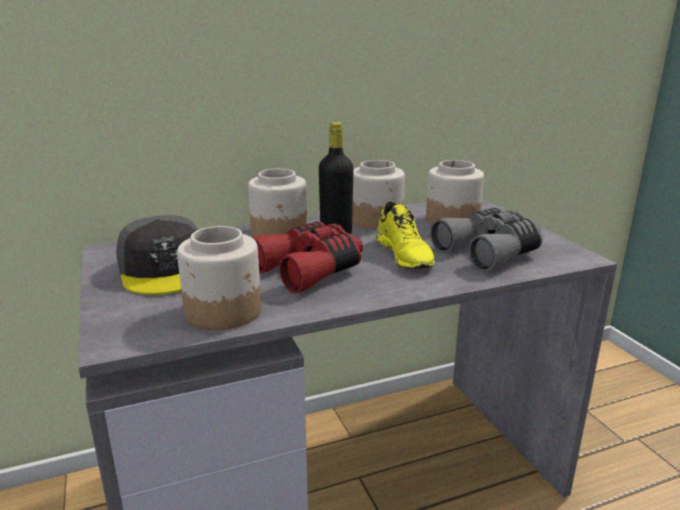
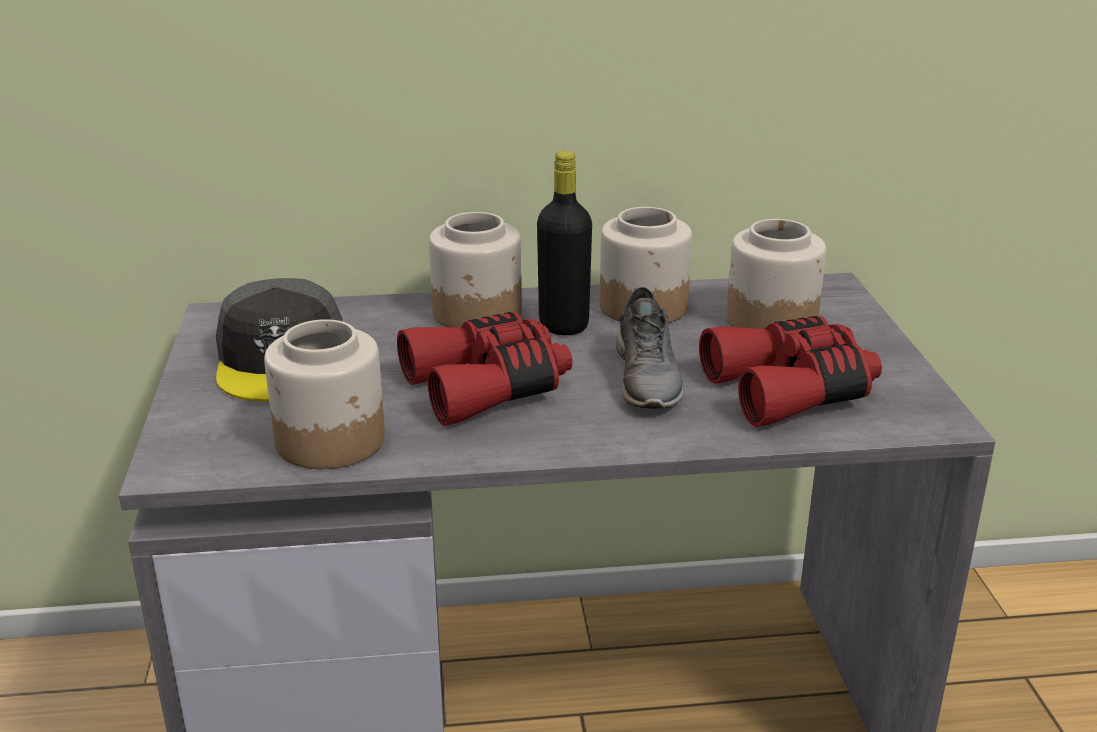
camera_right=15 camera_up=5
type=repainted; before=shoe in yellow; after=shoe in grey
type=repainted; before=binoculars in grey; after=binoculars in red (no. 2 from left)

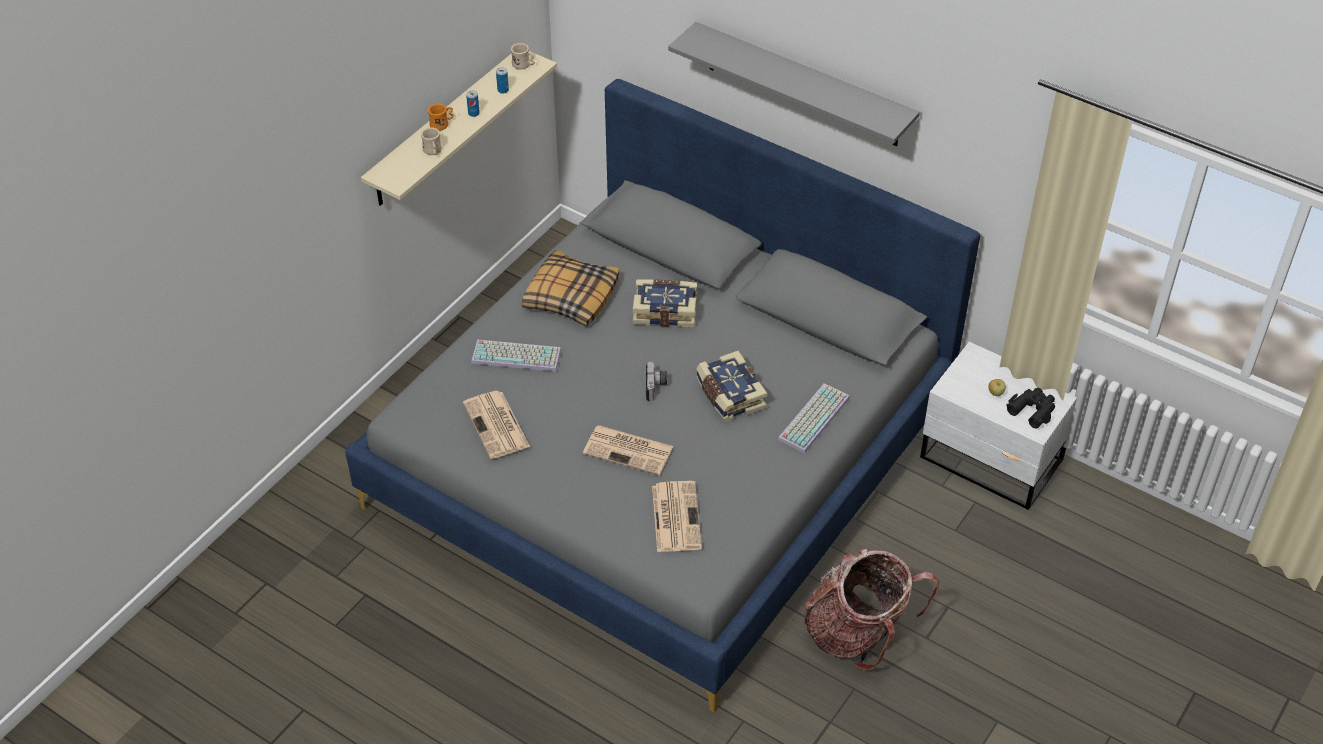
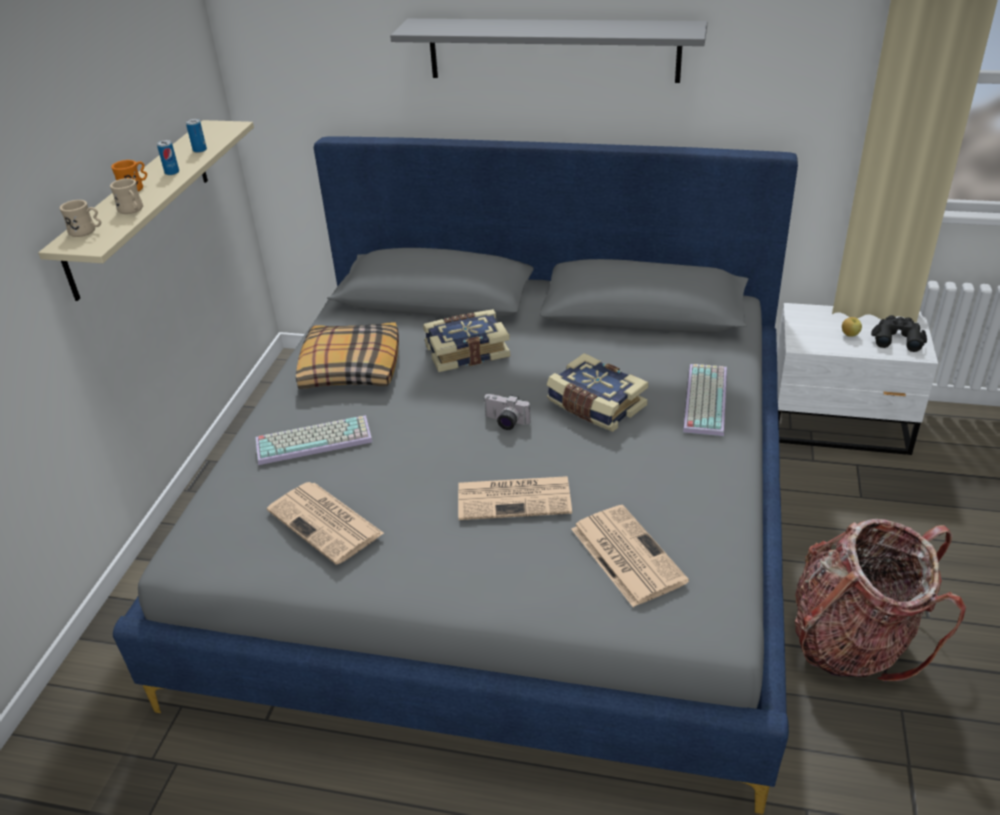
camera_right=-20 camera_up=-10
type=shifted; before=mug in beige (no. 2 from left in the first image); after=mug in beige (no. 1 from left)
type=rotated; before=photo camera; turn=135

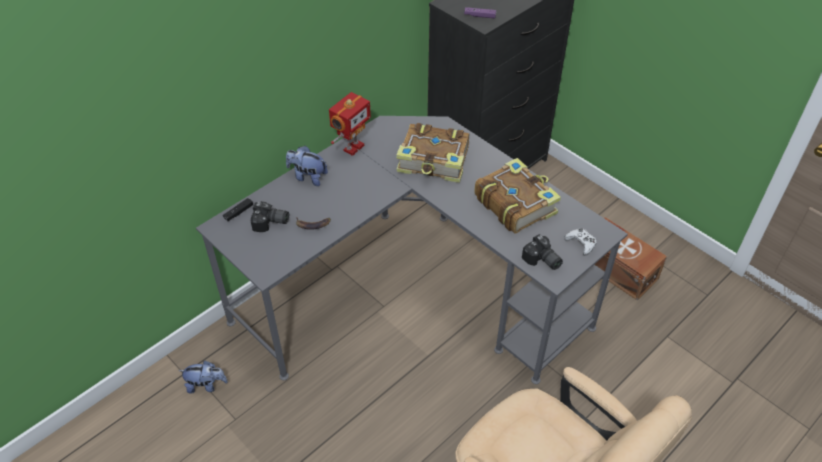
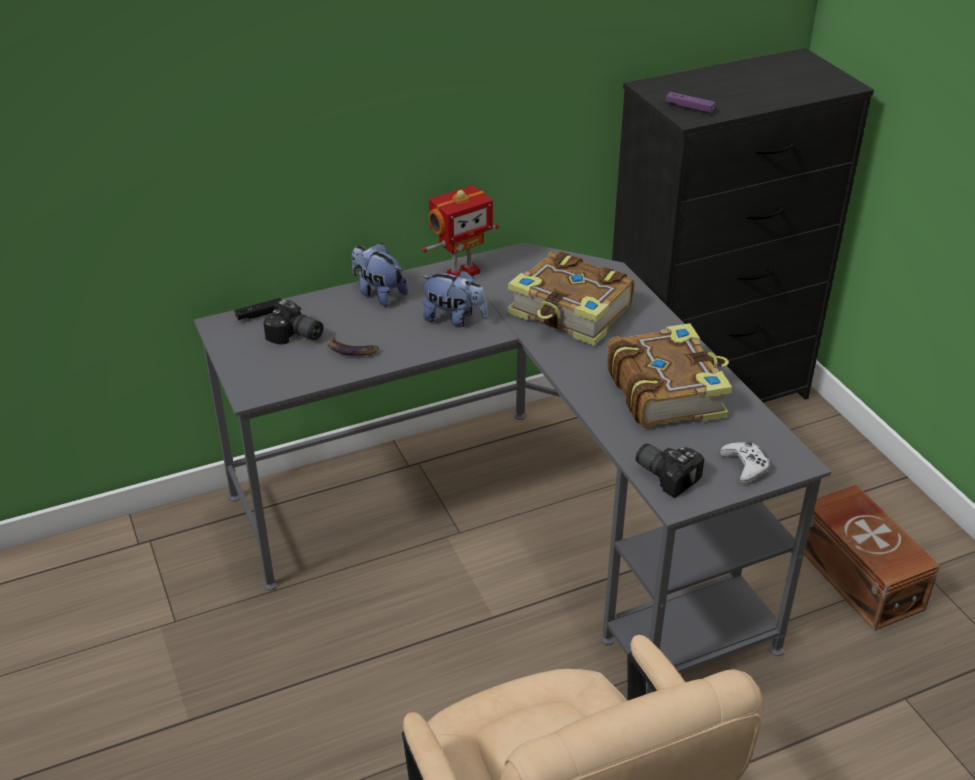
camera_right=20 camera_up=-10
type=shifted; before=plush toy (no. 1 from left in the first image); after=plush toy (no. 2 from left)
type=rotated; before=photo camera (no. 2 from left); turn=150

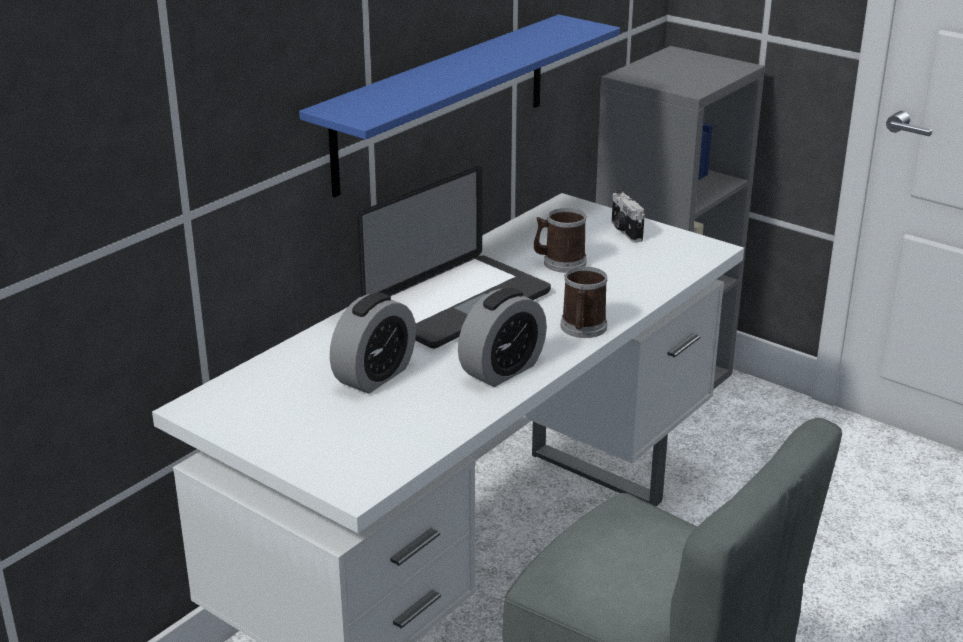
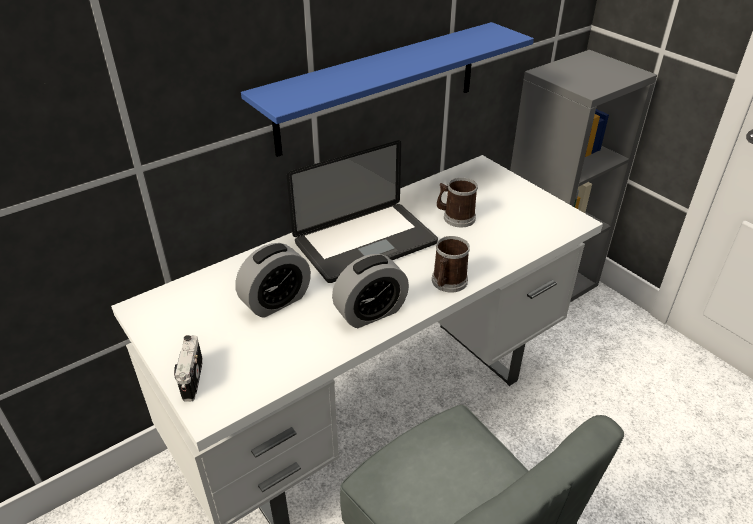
camera_right=15 camera_up=10
type=shifted; before=photo camera

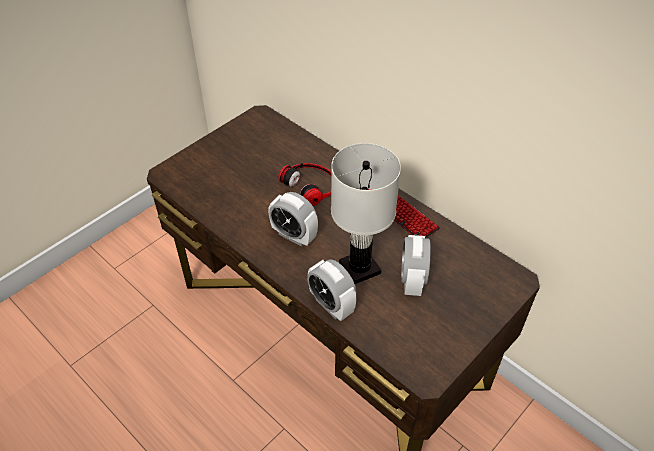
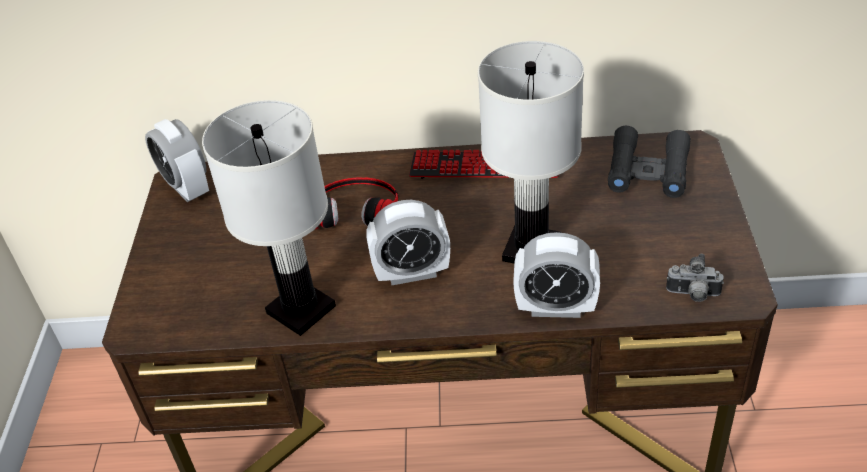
camera_right=-40 camera_up=-5
type=shifted; before=alarm clock (no. 3 from left in the first image); after=alarm clock (no. 1 from left)
type=new; after=table lamp in white (no. 1 from left)
type=new; after=binoculars in black
type=new; after=photo camera

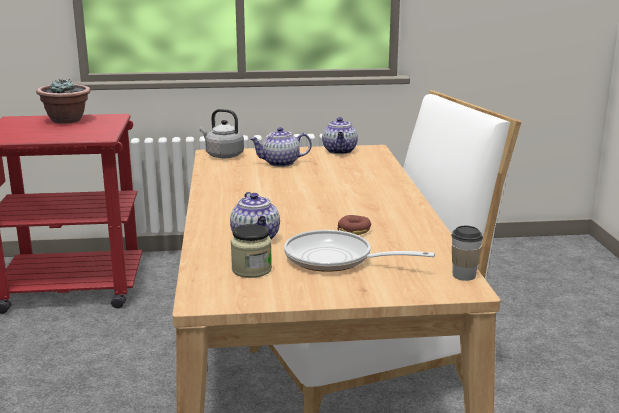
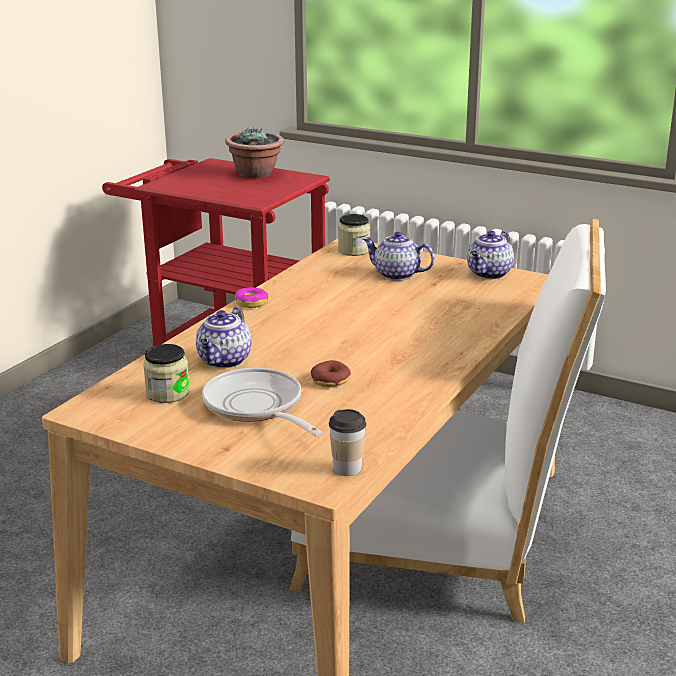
camera_right=35 camera_up=5
type=swapped; before=kettle in grey; after=jar (no. 2 from left)
type=new; after=donut (no. 1 from left)

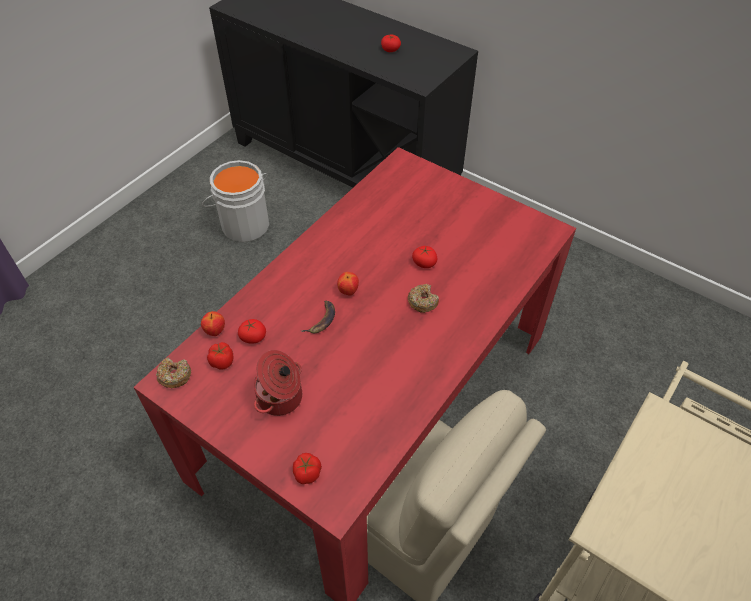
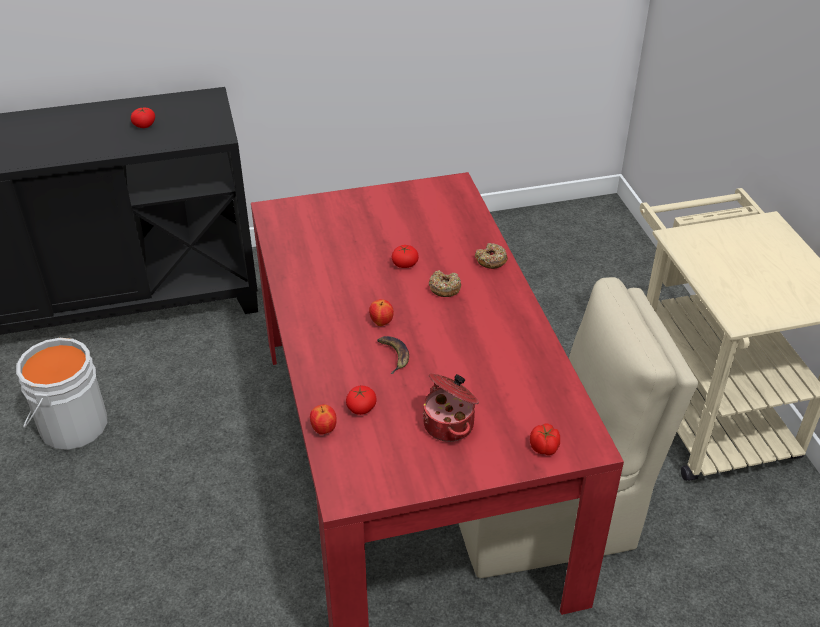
camera_right=-50 camera_up=-10
type=shifted; before=donut (no. 1 from left in the first image); after=donut (no. 2 from left)
type=gone; before=tomato (no. 1 from left)

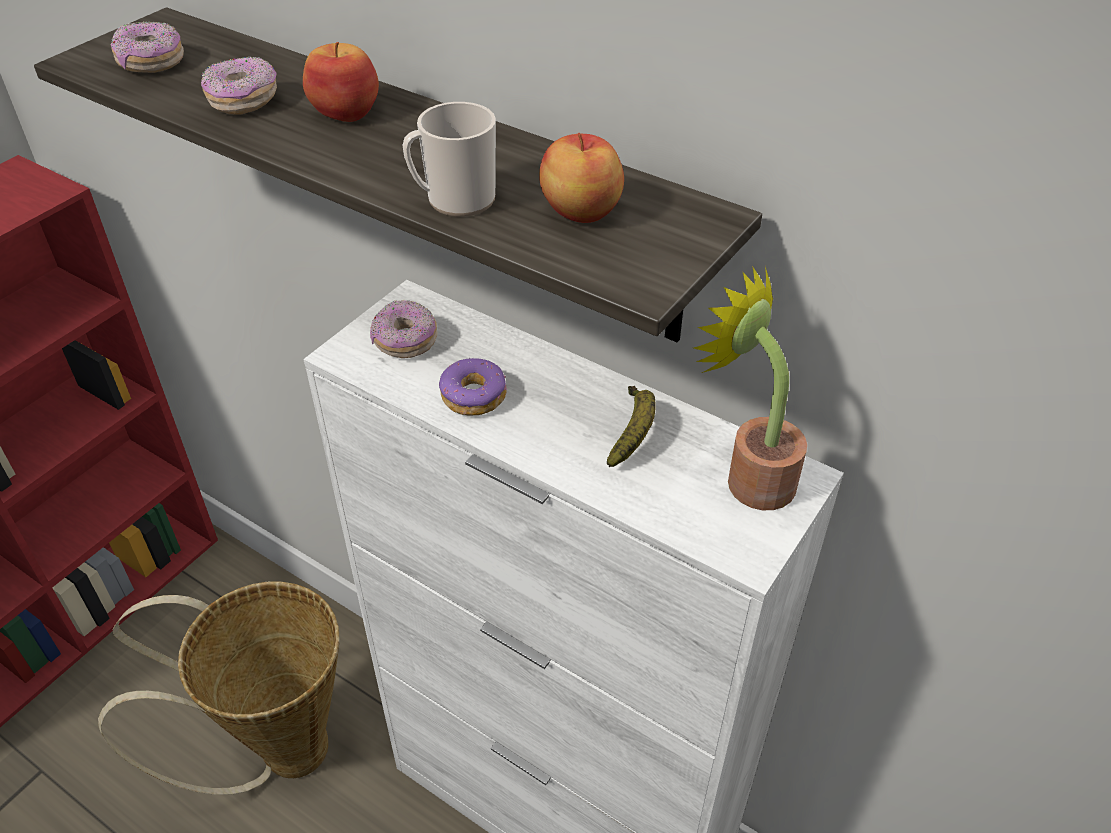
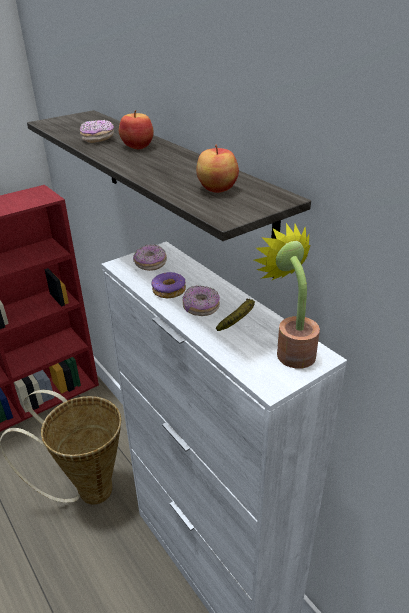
camera_right=20 camera_up=-10
type=shifted; before=donut (no. 1 from left in the first image); after=donut (no. 4 from left)
type=gone; before=mug

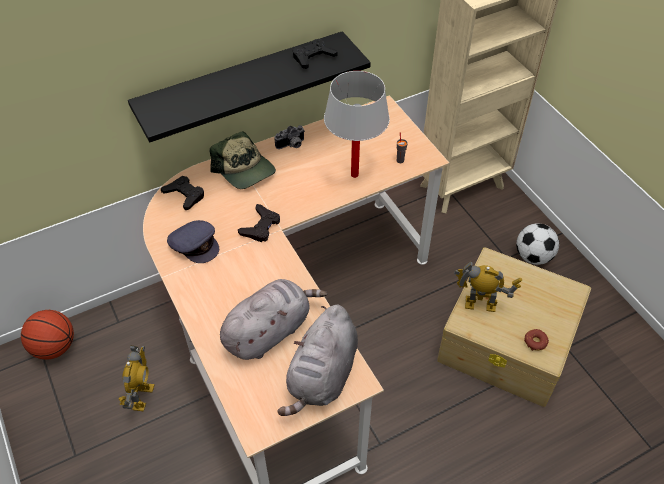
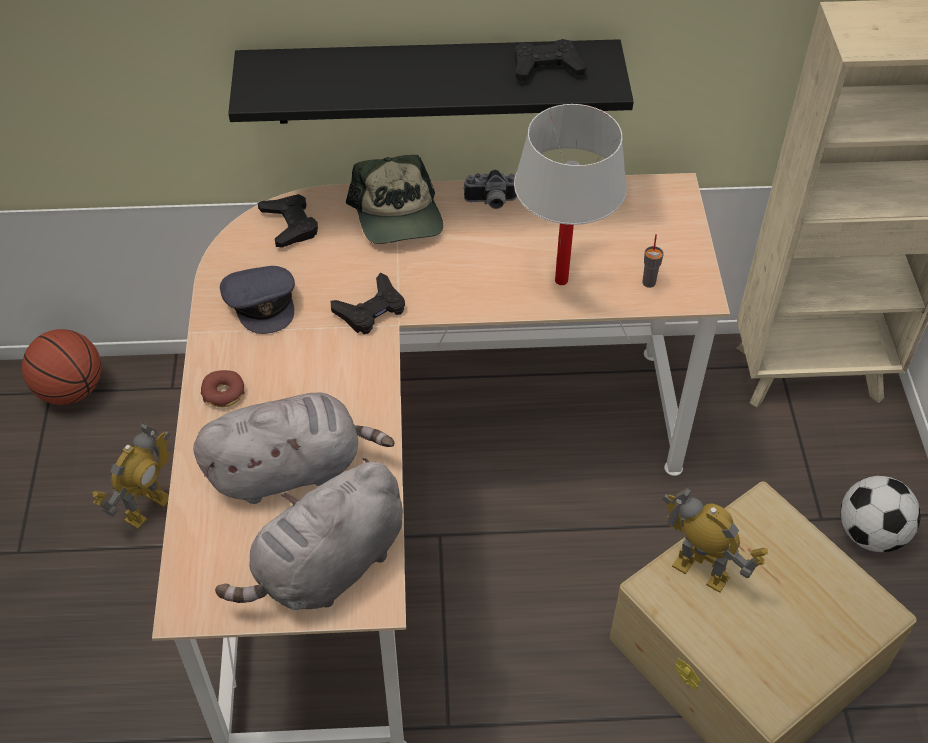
camera_right=25 camera_up=0
type=shifted; before=donut

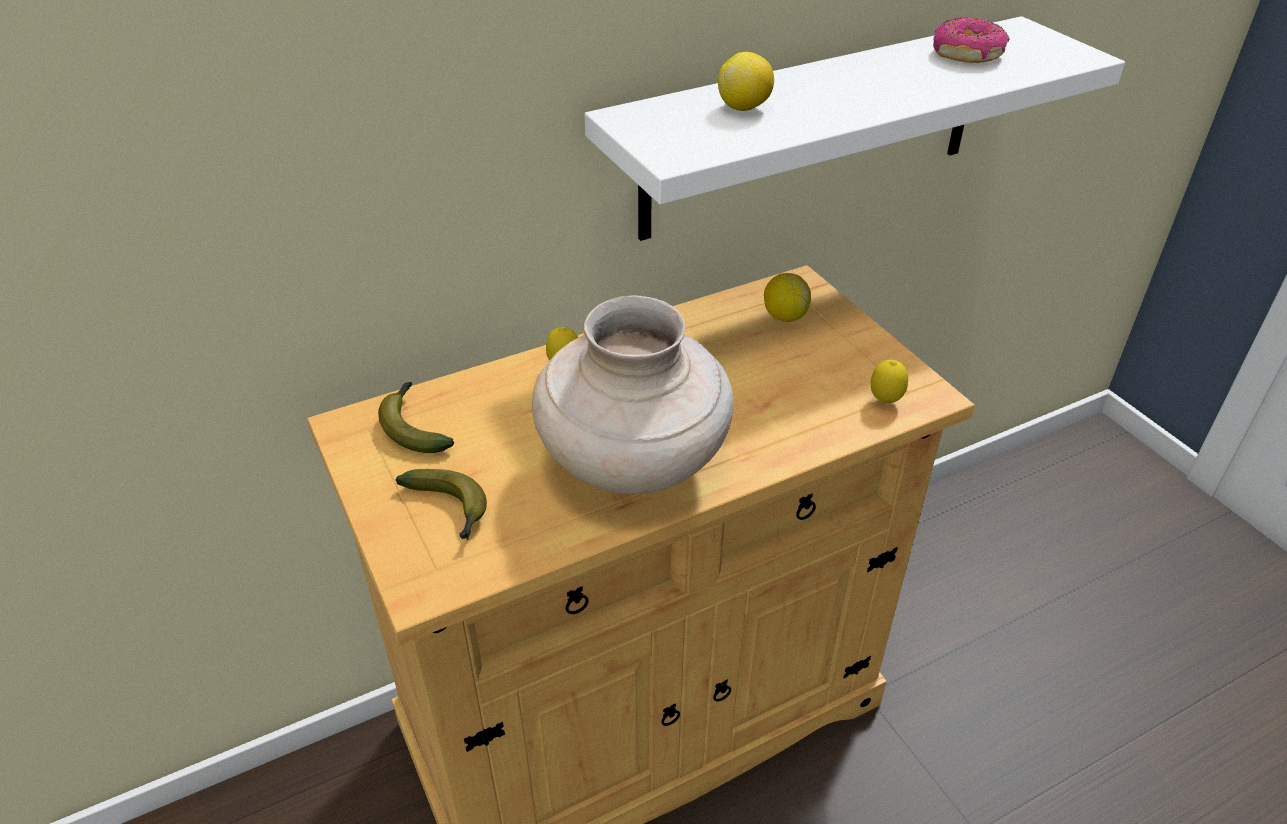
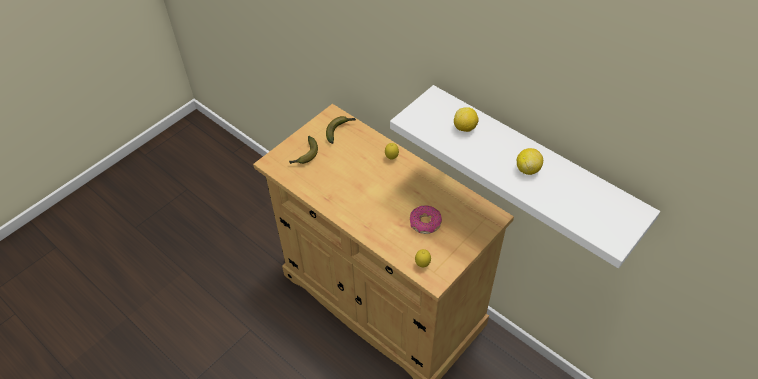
camera_right=70 camera_up=10
type=gone; before=vase in beige
type=shifted; before=lemon (no. 3 from left in the first image); after=lemon (no. 4 from left)
type=shifted; before=donut

